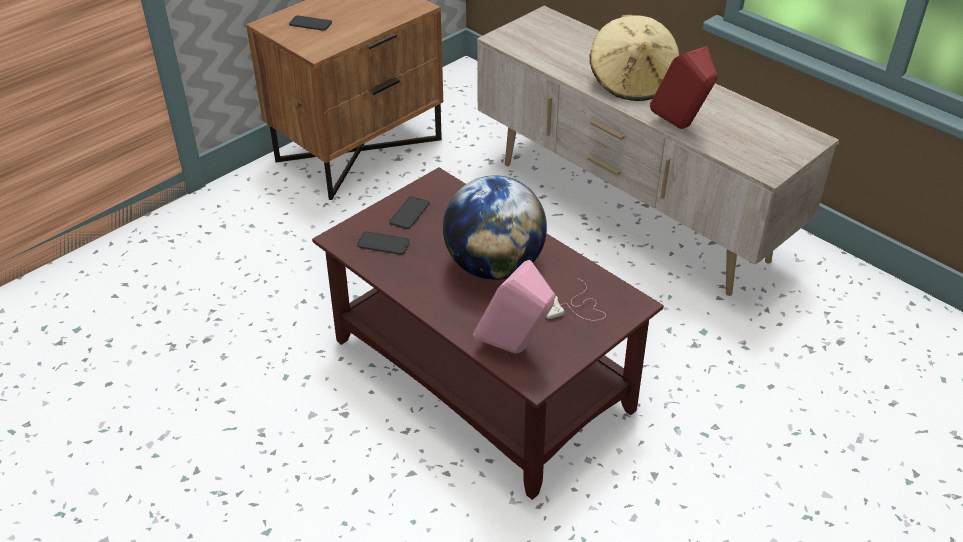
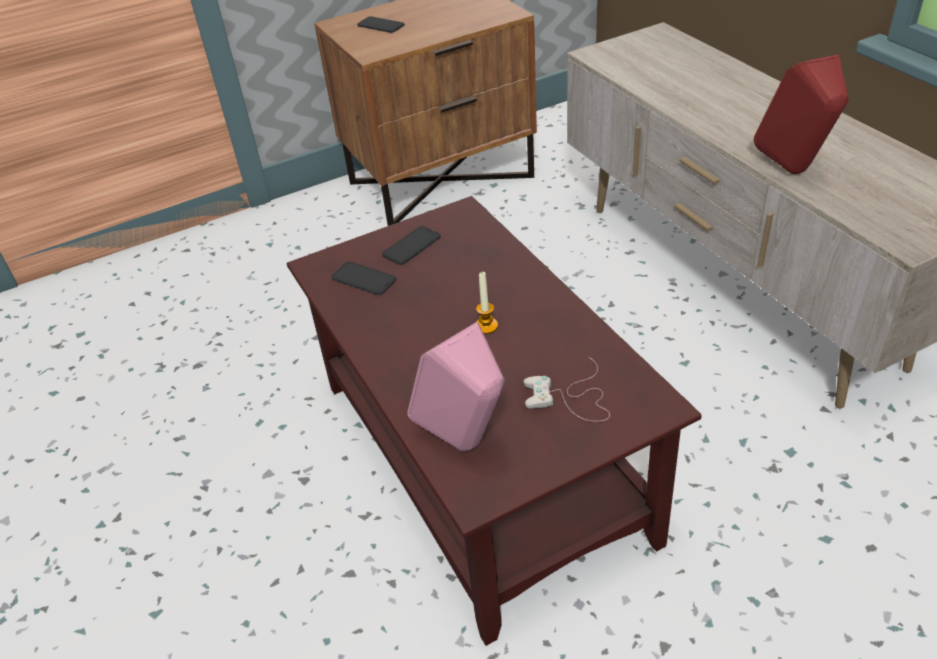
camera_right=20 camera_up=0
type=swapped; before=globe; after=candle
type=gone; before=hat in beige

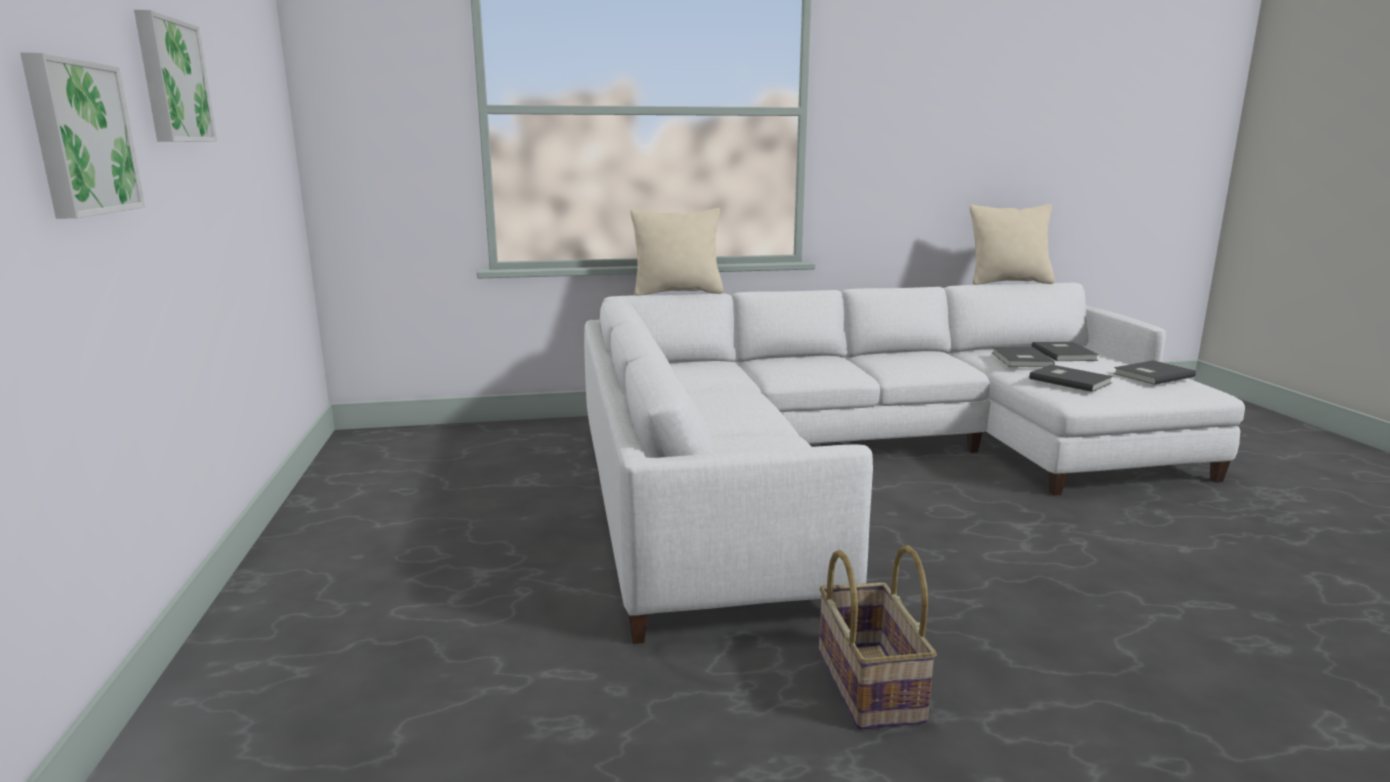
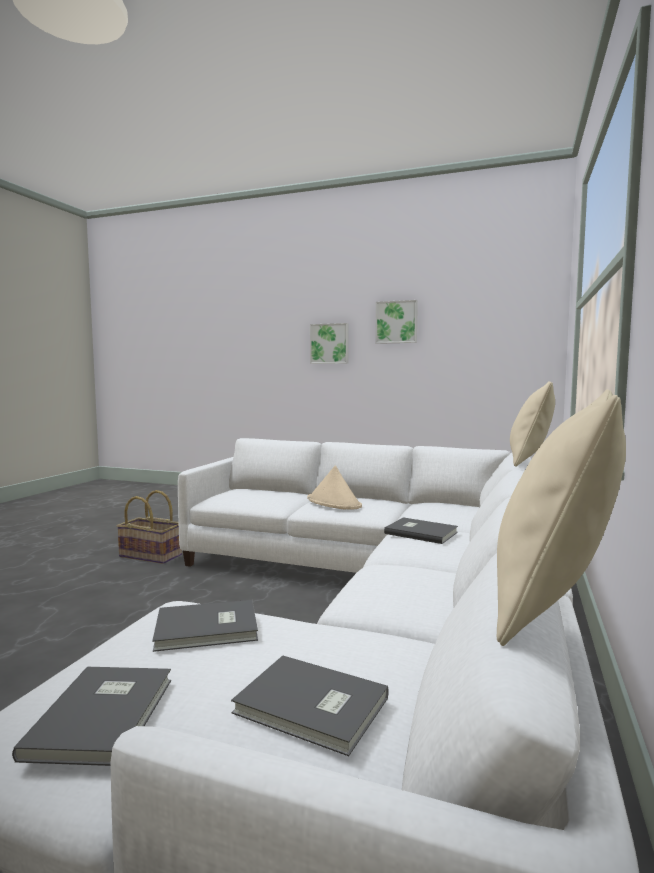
camera_right=120 camera_up=-10
type=shifted; before=book in grey (no. 1 from left in the first image); after=book in grey (no. 4 from left)
type=new; after=hat in beige

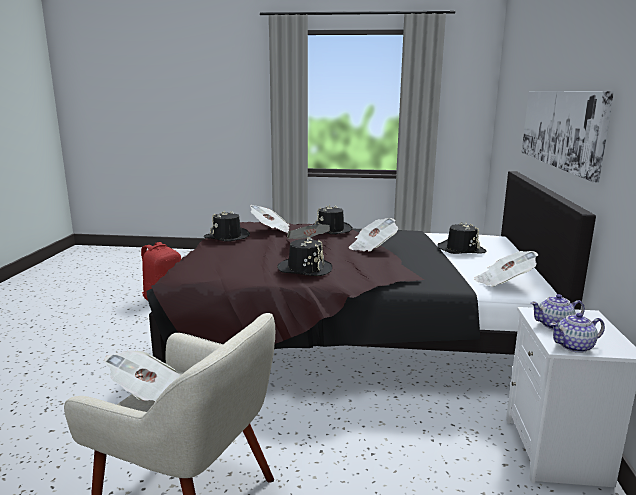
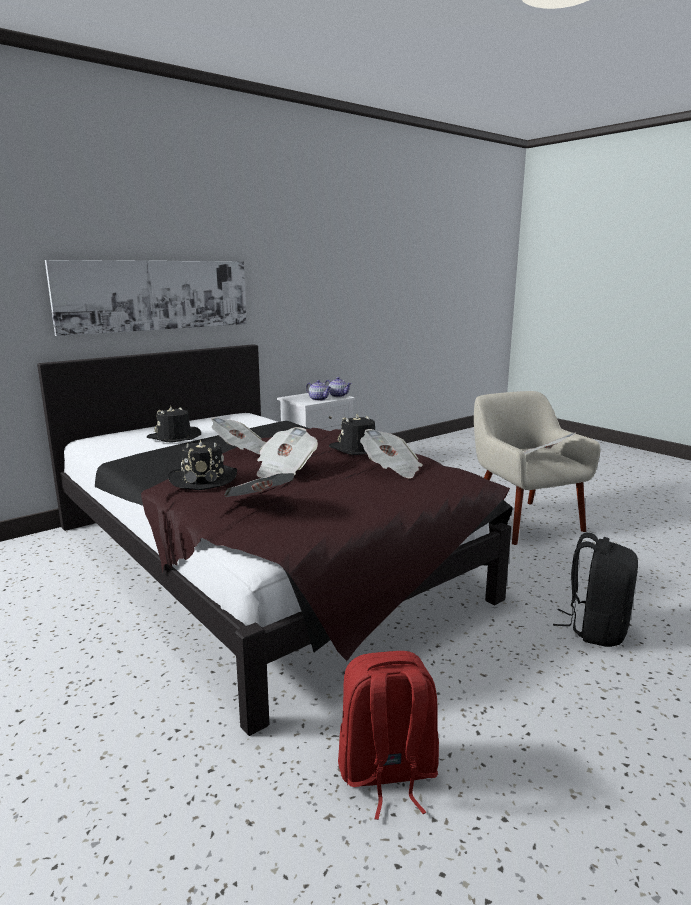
camera_right=-135 camera_up=0
type=gone; before=hat in black (no. 1 from left)
type=shifted; before=newspaper (no. 5 from left in the first image); after=newspaper (no. 4 from left)
type=new; after=backpack in black

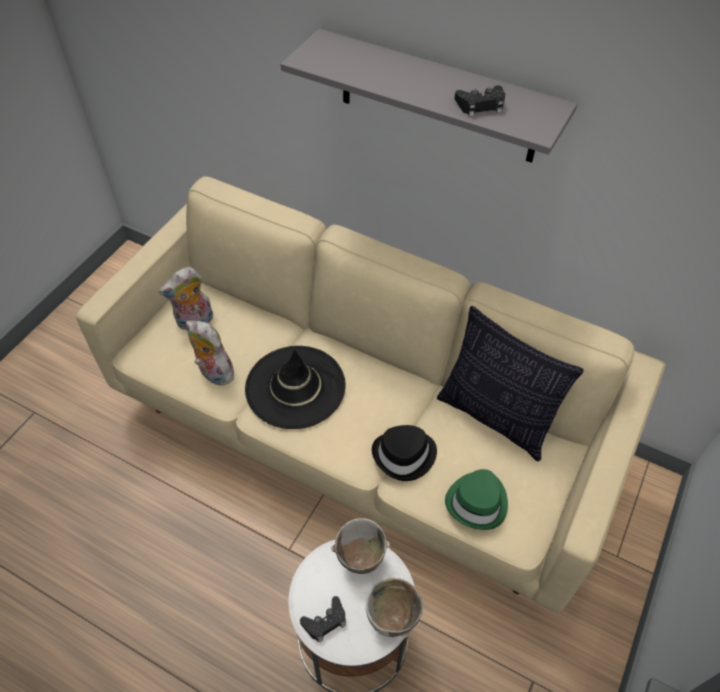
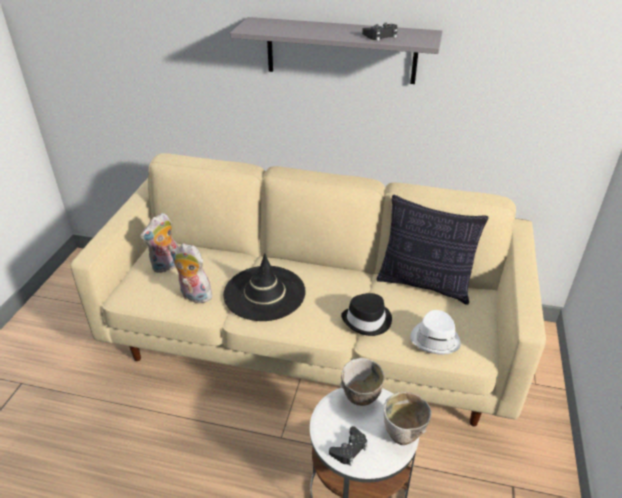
camera_right=-15 camera_up=-15
type=repainted; before=hat in green; after=hat in white

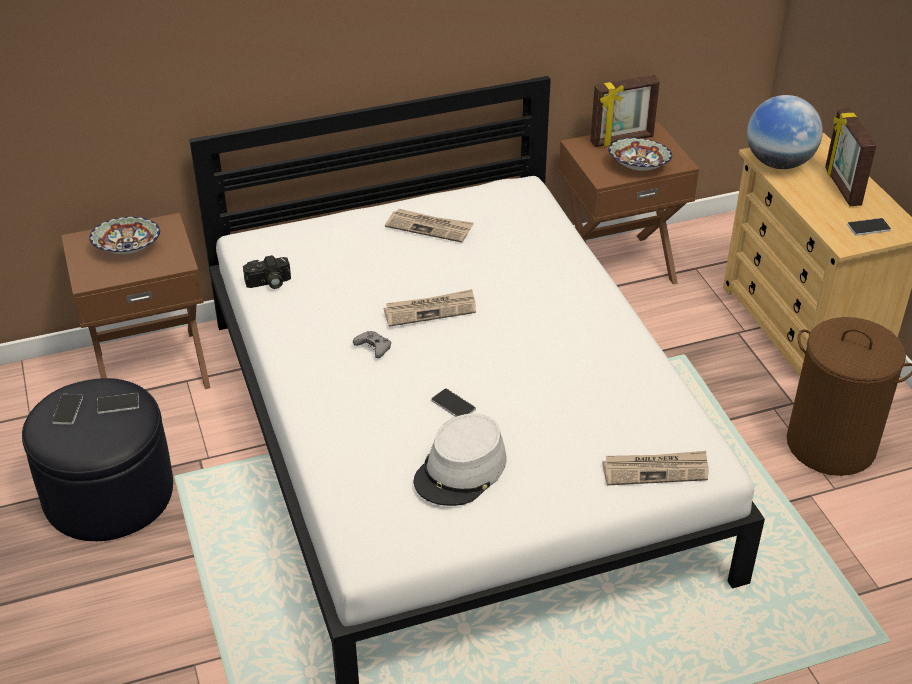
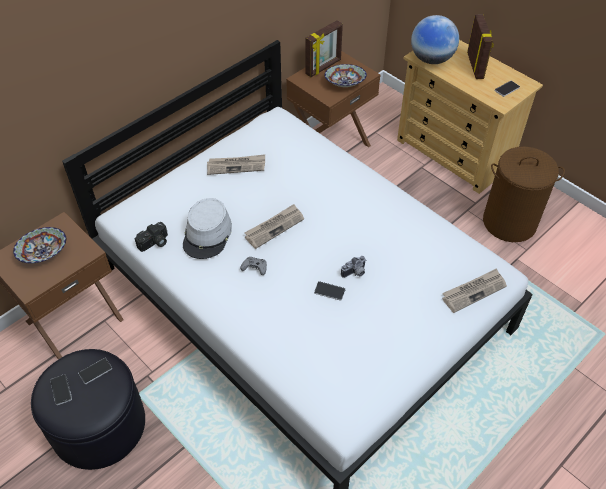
camera_right=-25 camera_up=10
type=shifted; before=hat in grey
type=rotated; before=picture frame (no. 2 from left); turn=-150
type=new; after=photo camera (no. 2 from left)

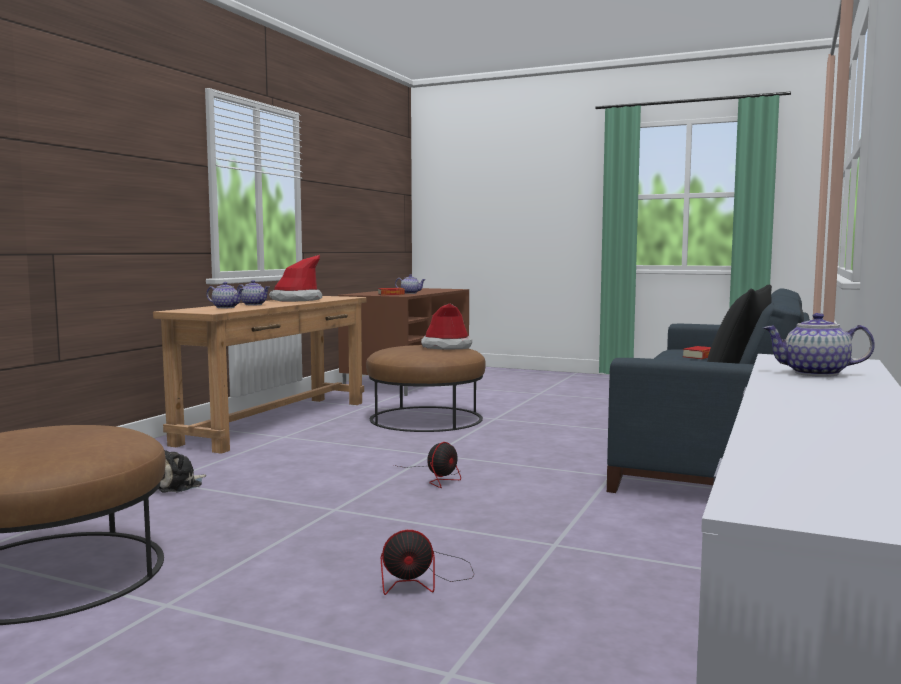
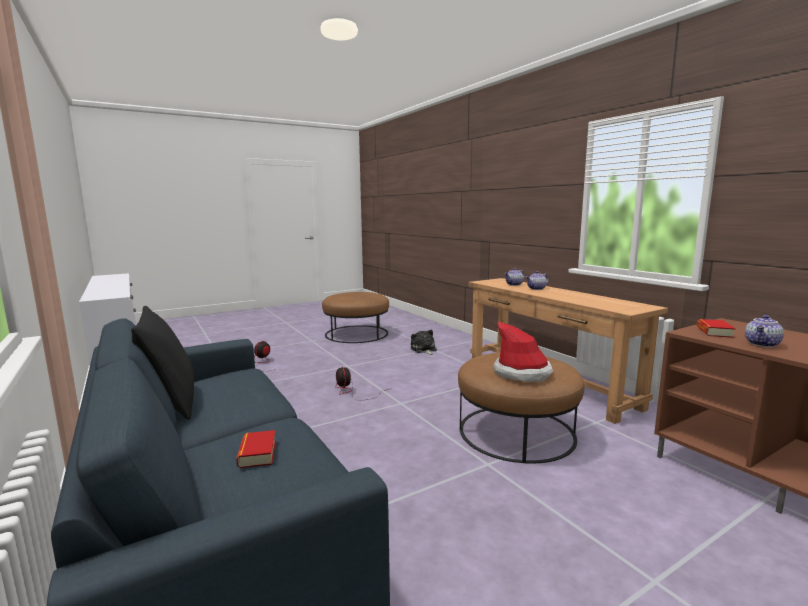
camera_right=125 camera_up=5
type=gone; before=hat (no. 1 from left)
type=gone; before=teapot (no. 4 from left)

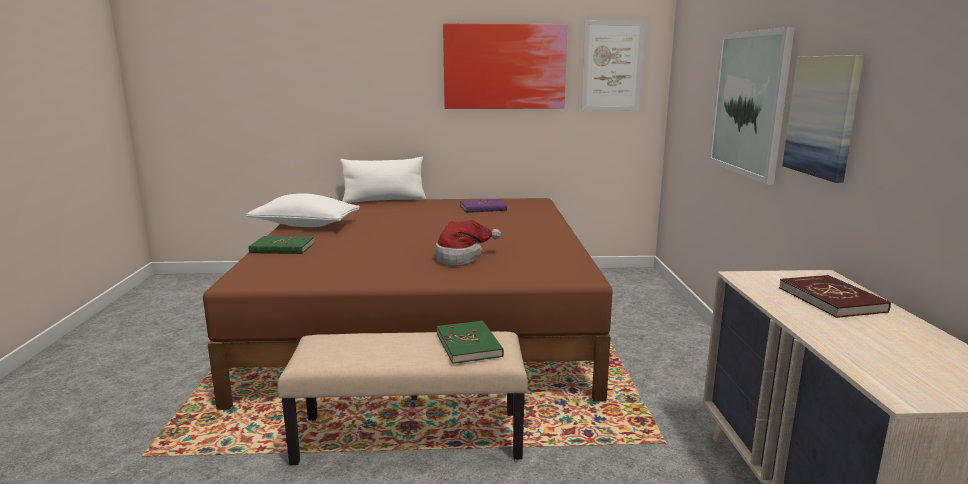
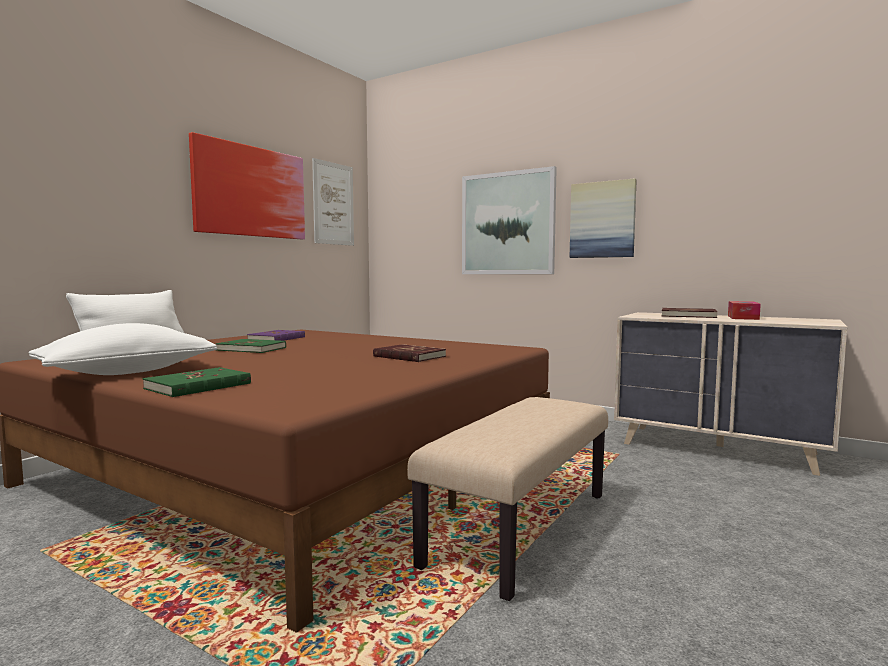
camera_right=-55 camera_up=-10
type=swapped; before=hat; after=book in red (no. 1 from left)
type=shifted; before=book in green (no. 2 from left)
type=new; after=tissue box

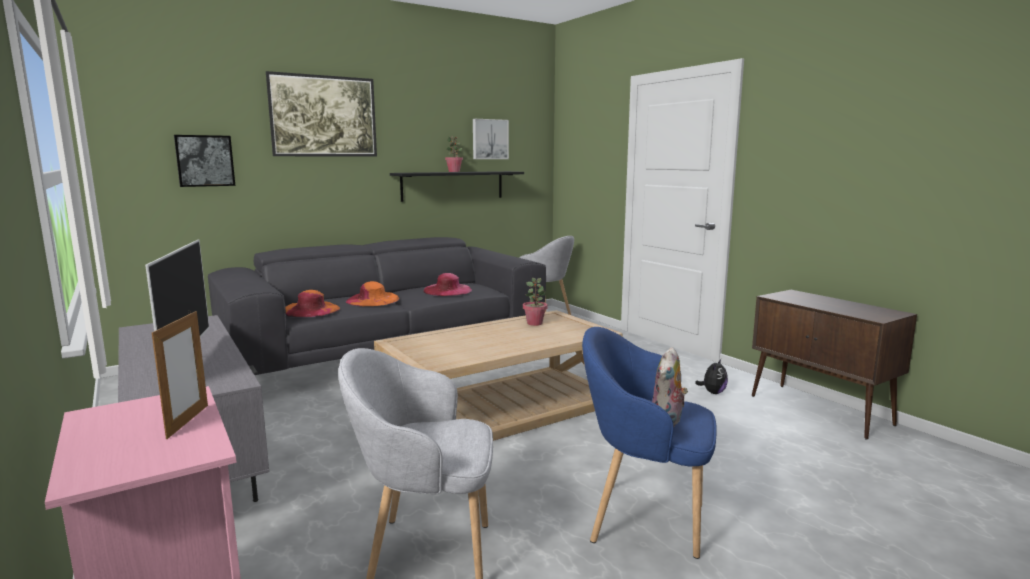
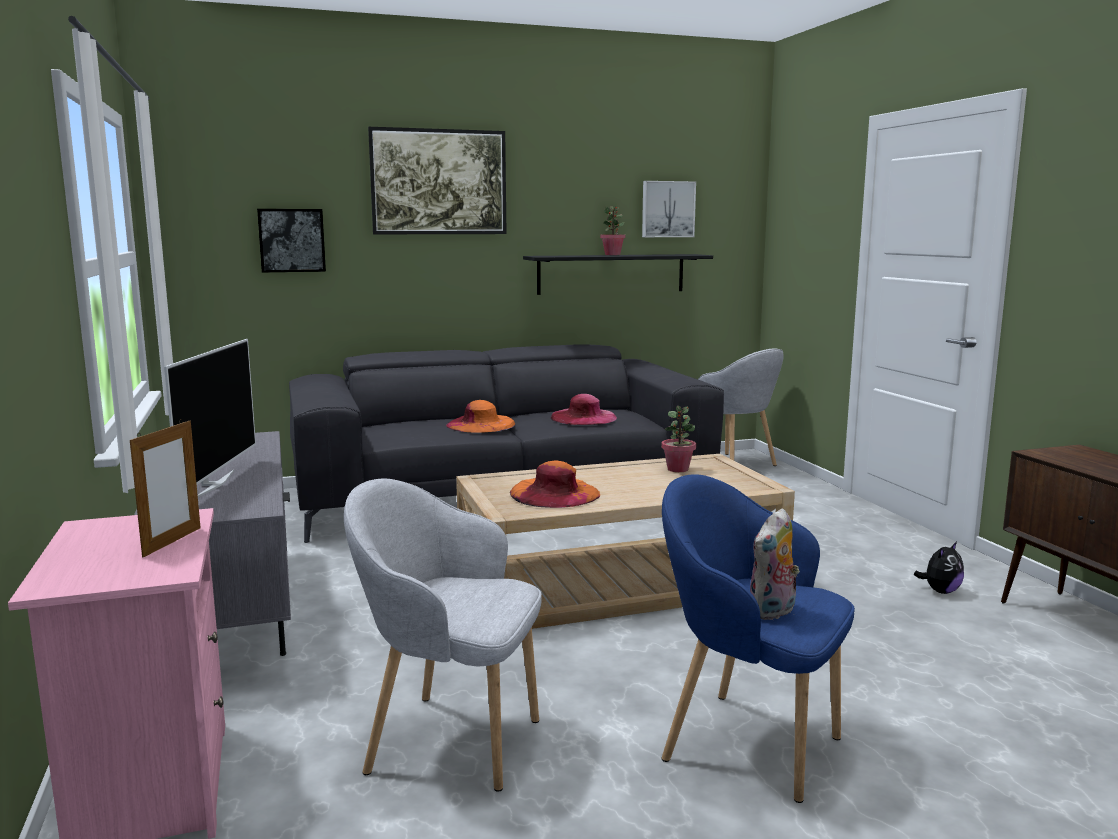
camera_right=15 camera_up=0
type=shifted; before=hat in orange (no. 1 from left in the first image); after=hat in orange (no. 2 from left)

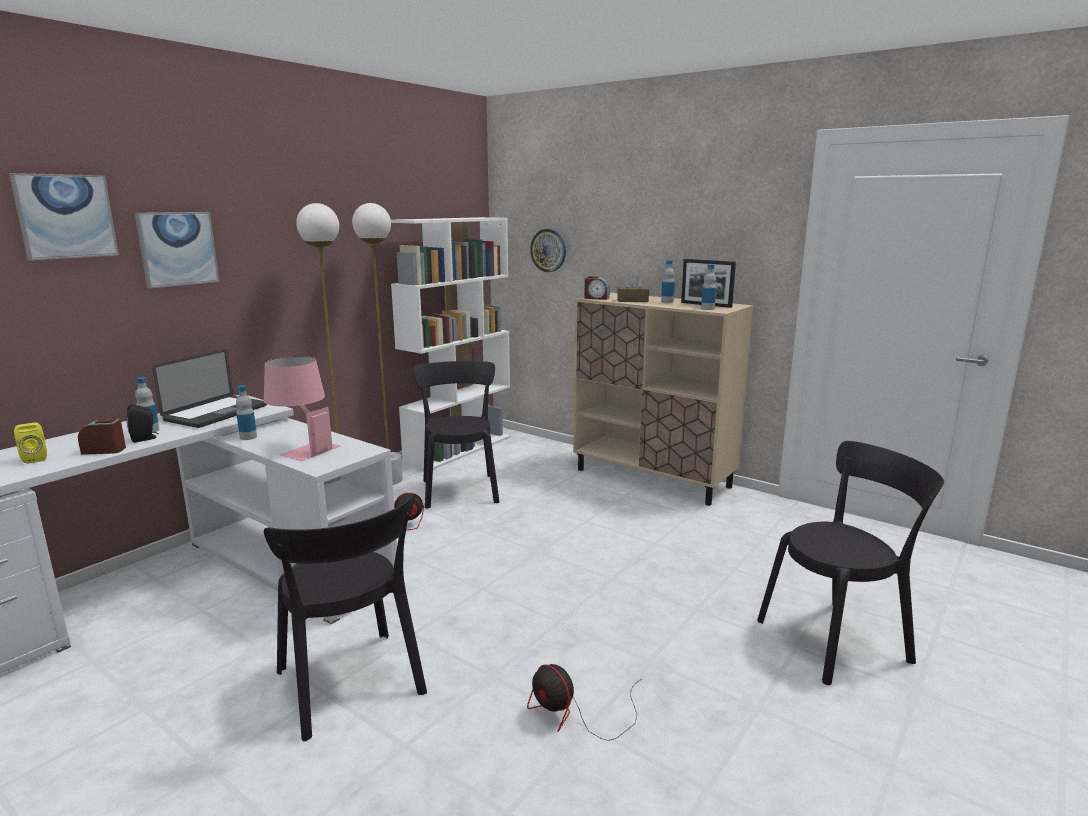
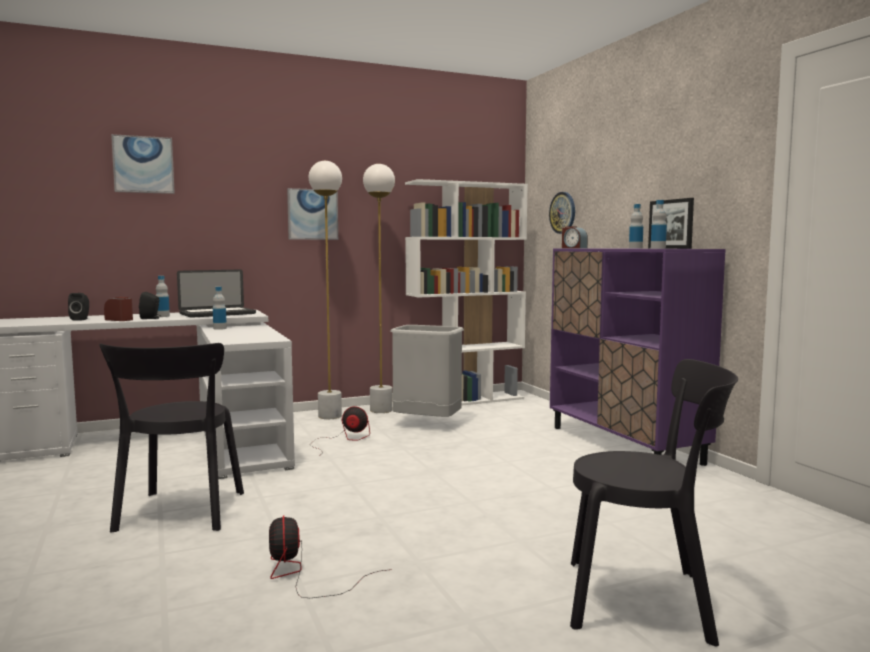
camera_right=30 camera_up=-10
type=repainted; before=speaker in yellow; after=speaker in black (no. 1 from left)
type=shifted; before=picture (no. 2 from left)
type=gone; before=table lamp in pink
type=swapped; before=chair in black (no. 2 from left); after=trash can in grey
type=repainted; before=cabinet in beige; after=cabinet in purple
type=gone; before=tissue box in brown

